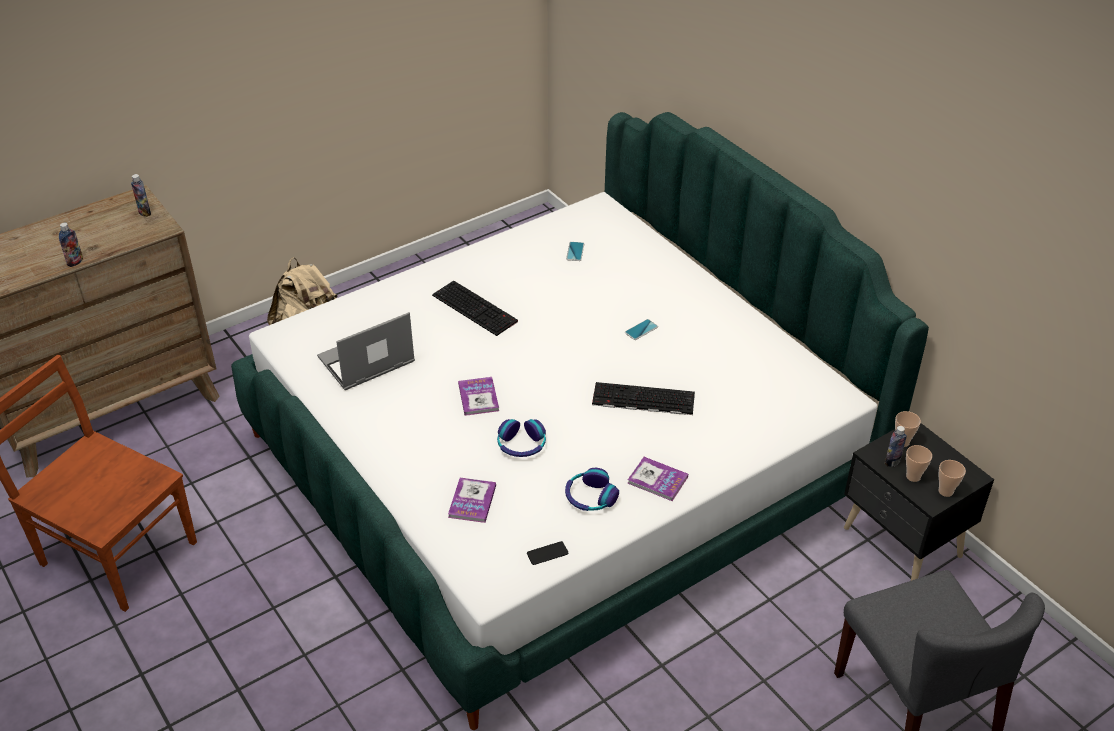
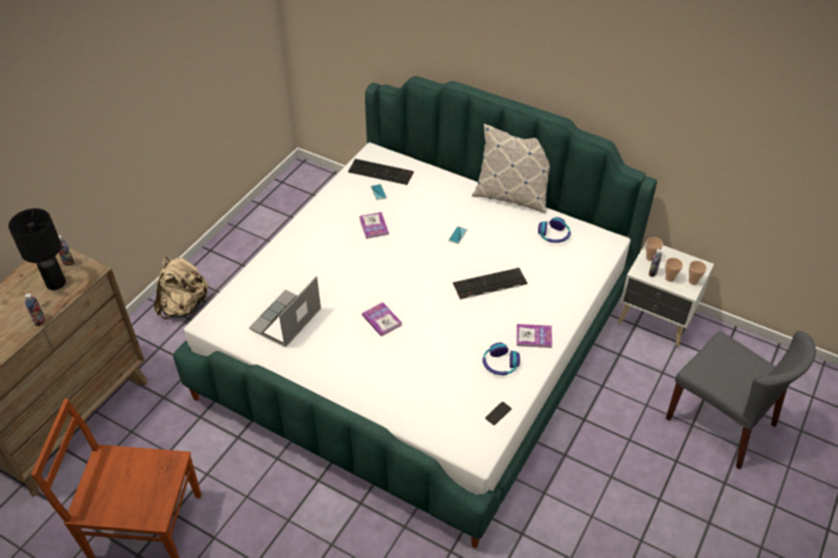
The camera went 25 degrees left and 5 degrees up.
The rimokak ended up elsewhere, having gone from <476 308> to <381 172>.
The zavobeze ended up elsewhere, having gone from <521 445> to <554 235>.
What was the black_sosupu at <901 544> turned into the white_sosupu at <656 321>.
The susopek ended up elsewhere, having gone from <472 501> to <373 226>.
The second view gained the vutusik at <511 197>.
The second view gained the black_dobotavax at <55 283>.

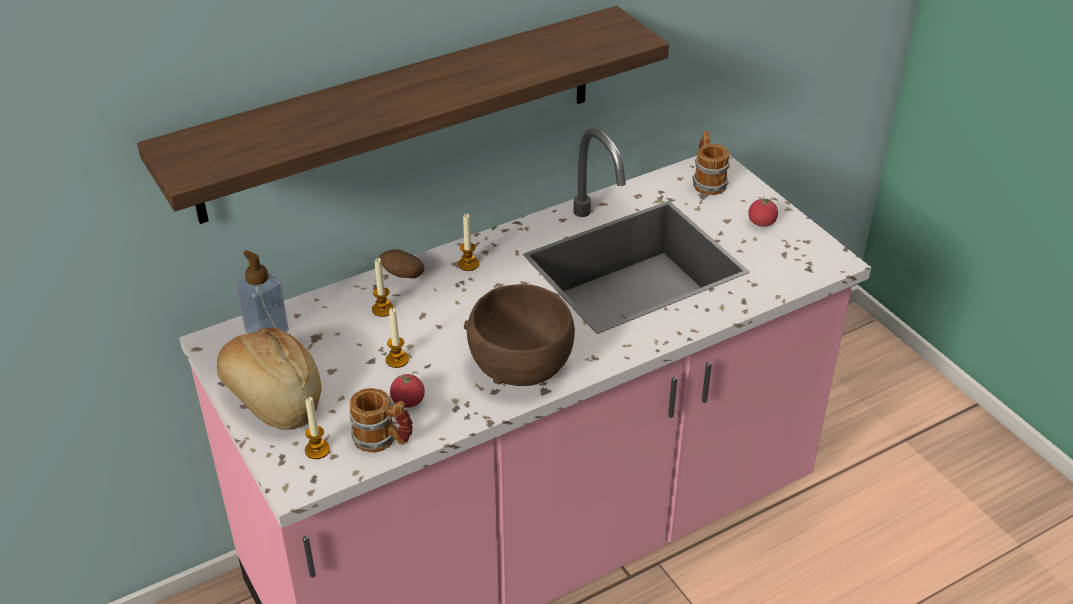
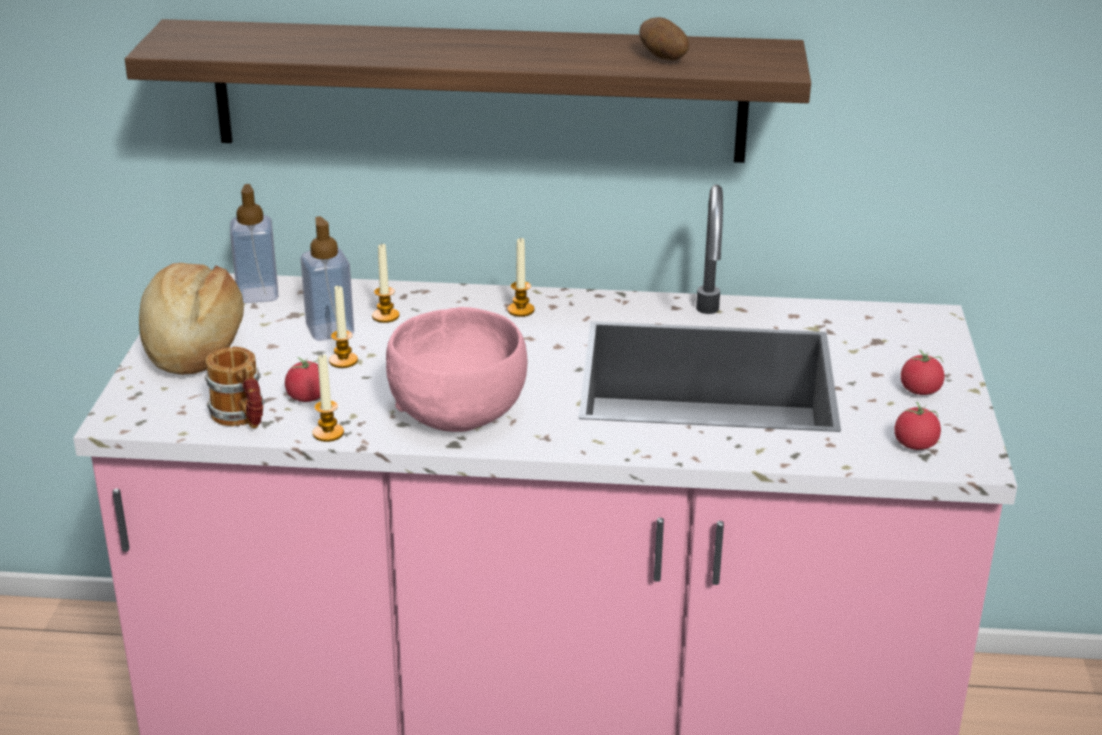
The camera went 35 degrees right and 10 degrees down.
The second view lost the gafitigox at <707 181>.
The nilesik ended up elsewhere, having gone from <402 275> to <662 58>.
What was the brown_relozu at <520 364> turned into the pink_relozu at <459 412>.
The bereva ended up elsewhere, having gone from <317 450> to <328 433>.
The second view gained the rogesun at <330 330>.
The second view gained the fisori at <915 445>.

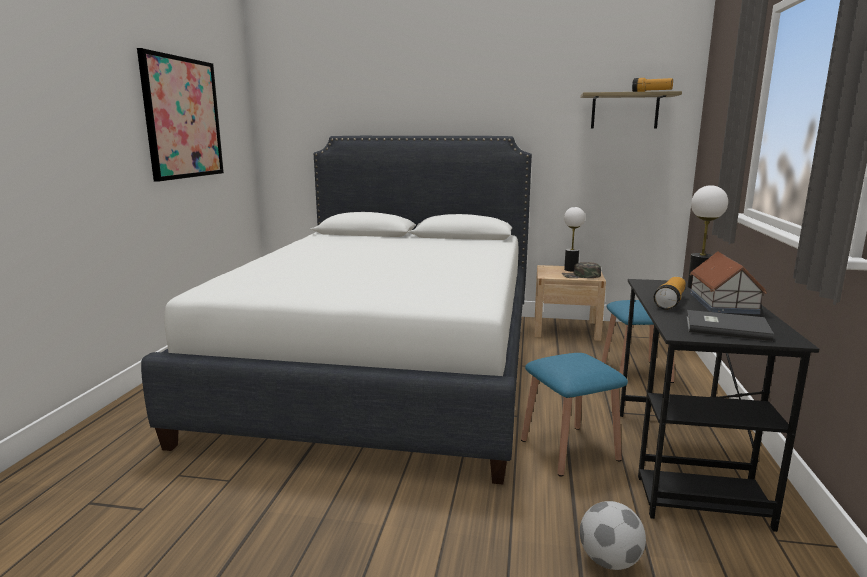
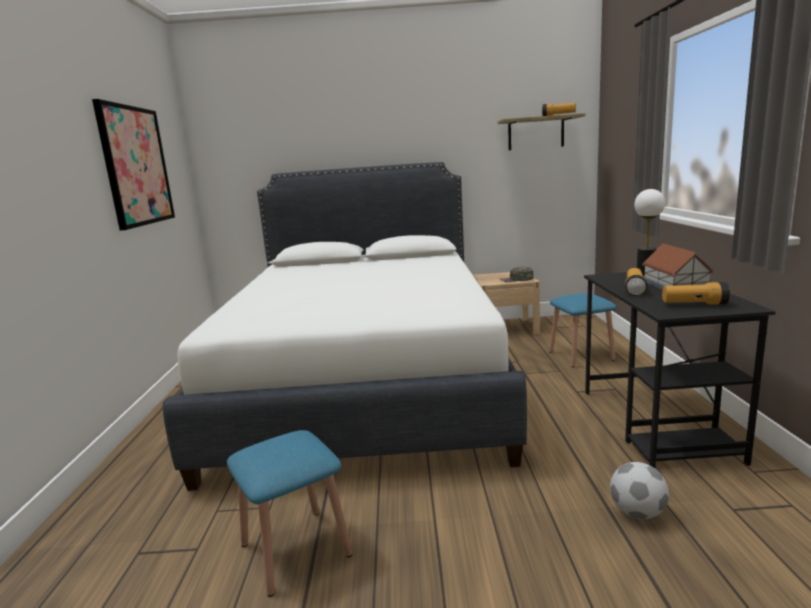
The camera went 10 degrees left and 0 degrees up.
The second view lost the dobotavax at <571 269>.
Where the grey_susopek stood at <725 327>, the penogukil came to stand at <694 304>.
The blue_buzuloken ended up elsewhere, having gone from <569 449> to <295 549>.

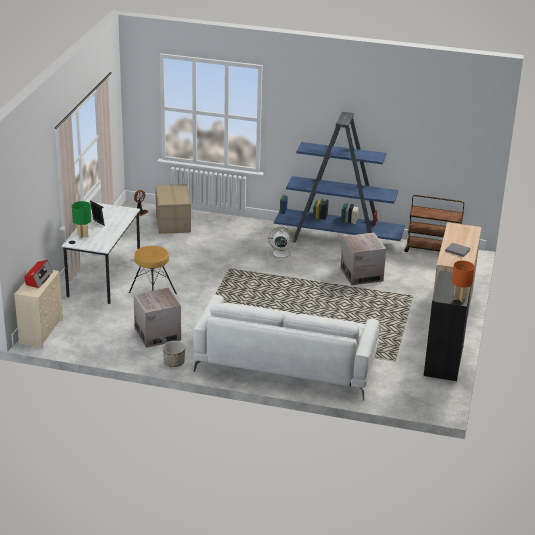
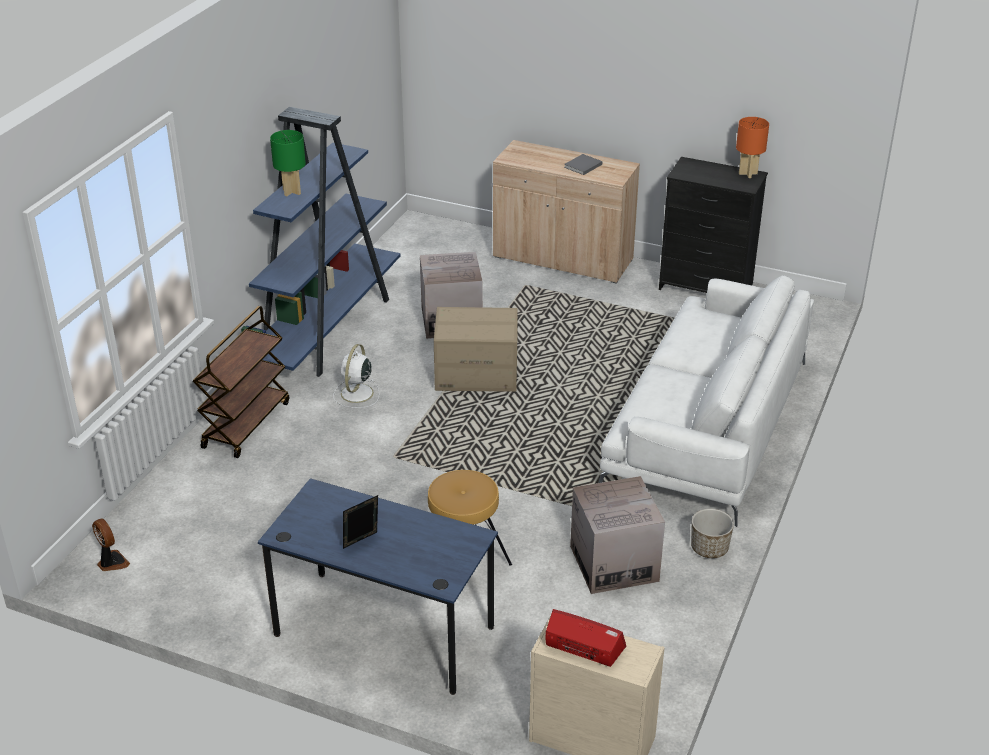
The camera went 80 degrees left and 5 degrees up.
The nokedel ended up elsewhere, having gone from <173 223> to <476 373>.
The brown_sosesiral ended up elsewhere, having gone from <432 250> to <246 424>.
The green_dobotavax ended up elsewhere, having gone from <82 236> to <292 192>.
What was the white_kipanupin at <104 277> turned into the blue_kipanupin at <384 631>.

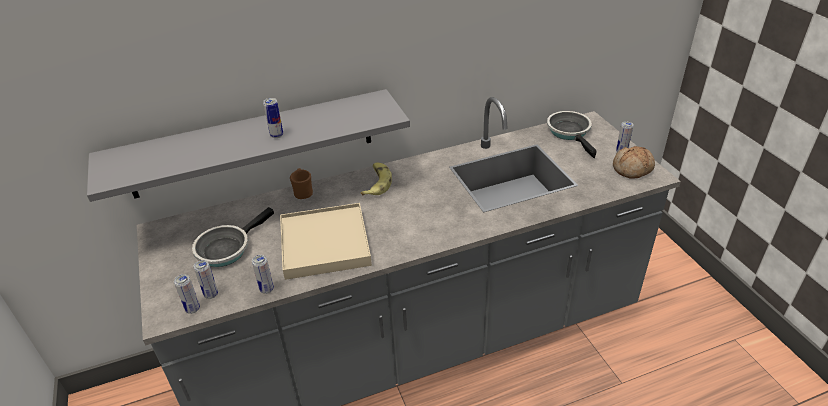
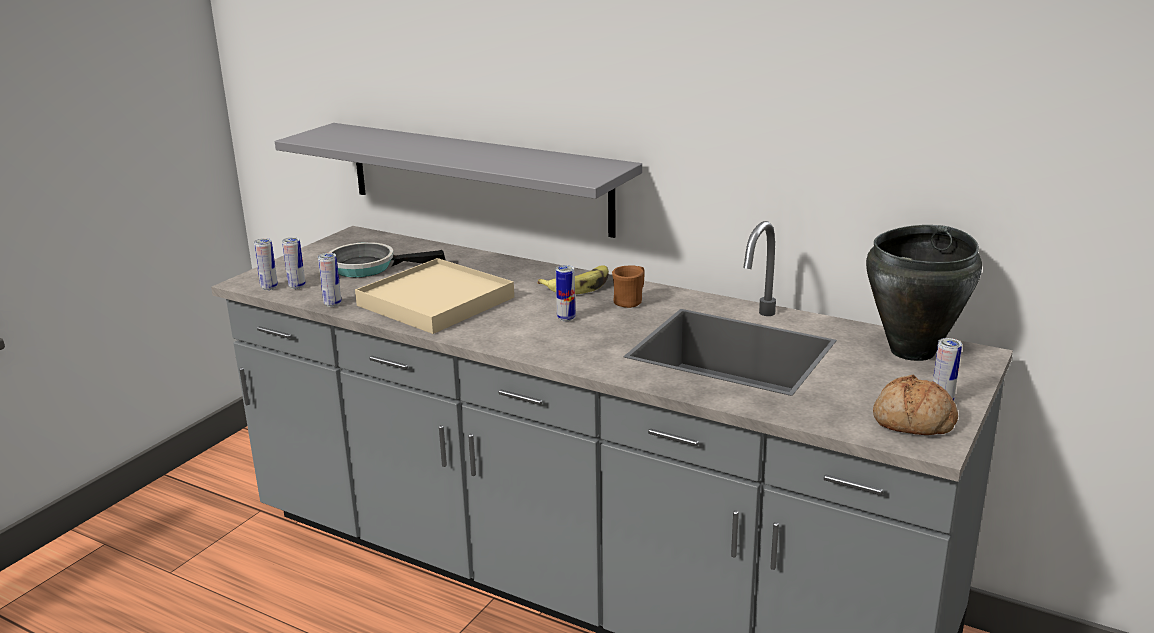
The camera went 50 degrees right and 15 degrees down.
The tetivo ended up elsewhere, having gone from <277 135> to <566 318>.
Where the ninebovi stood at <570 132>, the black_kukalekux came to stand at <913 351>.
The brown_gafitigox ended up elsewhere, having gone from <303 192> to <630 301>.

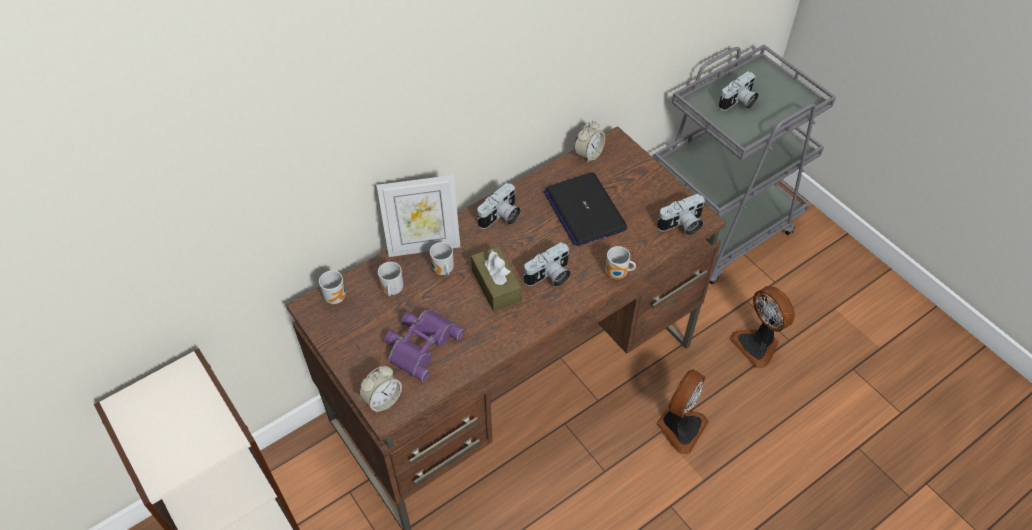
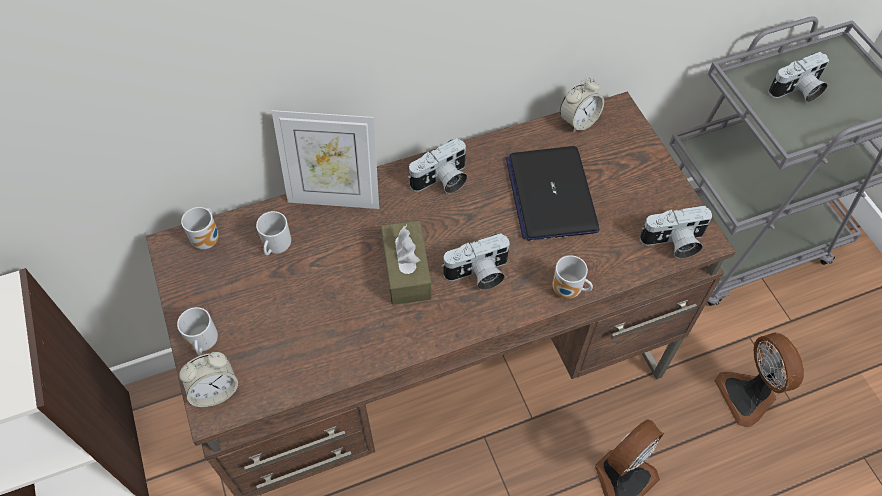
The camera went 15 degrees right and 5 degrees up.
The gafitigox ended up elsewhere, having gone from <442 271> to <202 343>.
The second view lost the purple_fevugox at <420 344>.

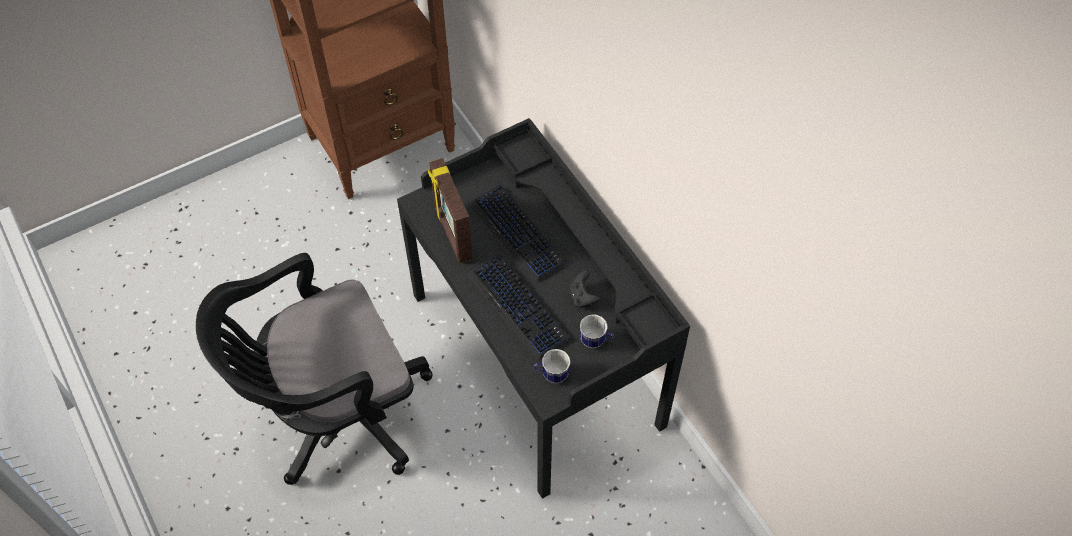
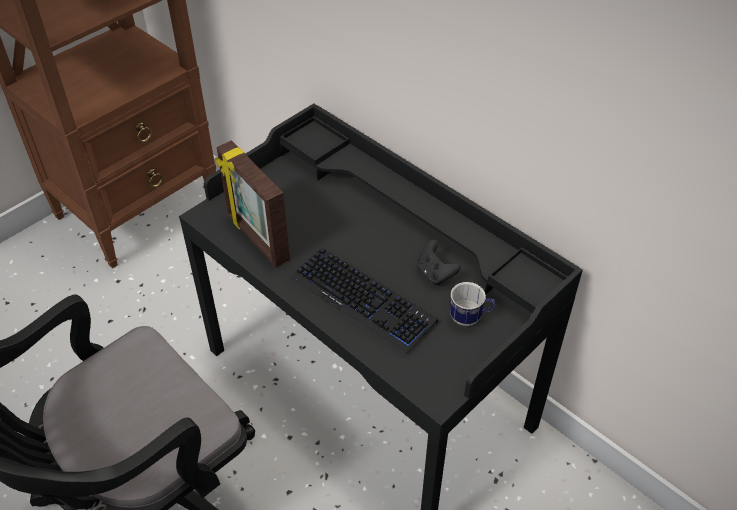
The camera went 15 degrees left and 10 degrees down.
The second view lost the rimokak at <517 233>.
The second view lost the gafitigox at <551 375>.

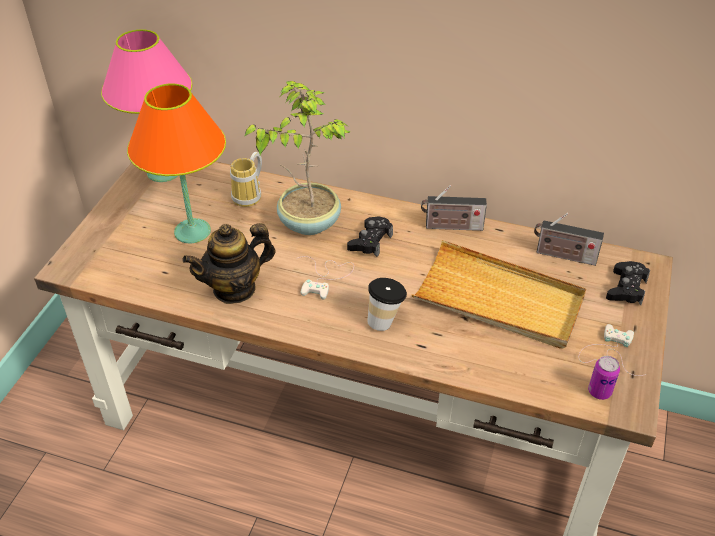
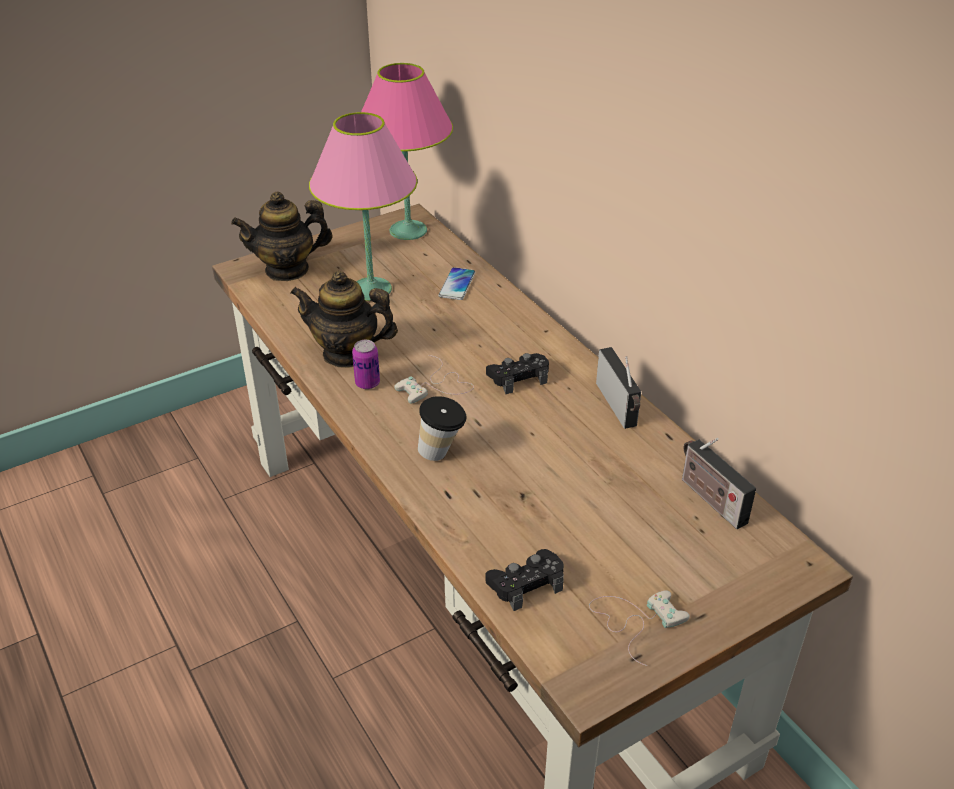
The camera went 40 degrees right and 5 degrees down.
The second view lost the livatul at <308 222>.
What was the orange_dobotavax at <192 231> turned into the pink_dobotavax at <371 289>.
Where the gafitigox stood at <250 196>, the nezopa came to stand at <457 284>.
The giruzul at <451 227> ended up facing another way, 150 degrees counterclockwise from before.
The second view lost the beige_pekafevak at <499 299>.
The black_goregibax ended up elsewhere, having gone from <626 288> to <526 584>.
The tetivo ended up elsewhere, having gone from <599 391> to <367 383>.
The second view gained the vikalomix at <287 269>.

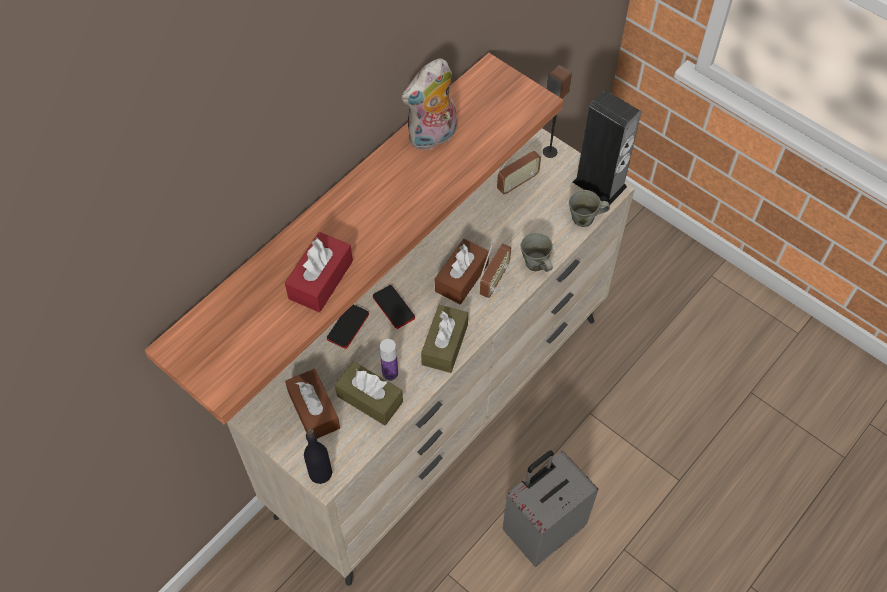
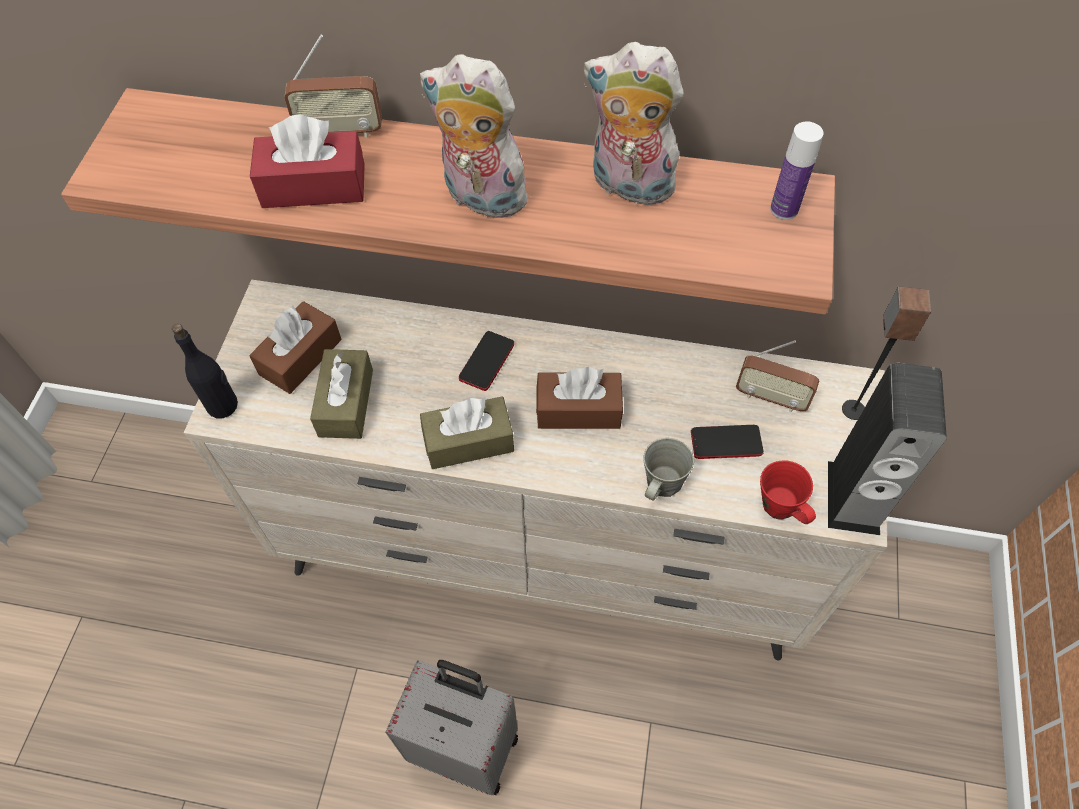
The camera went 60 degrees right and 0 degrees up.
What was the grey_gafitigox at <584 218> turned into the red_gafitigox at <780 506>.
The giruzul ended up elsewhere, having gone from <494 280> to <341 131>.
The nezopa ended up elsewhere, having gone from <348 326> to <726 442>.
The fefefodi ended up elsewhere, having gone from <390 373> to <784 209>.
The second view gained the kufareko at <480 198>.

